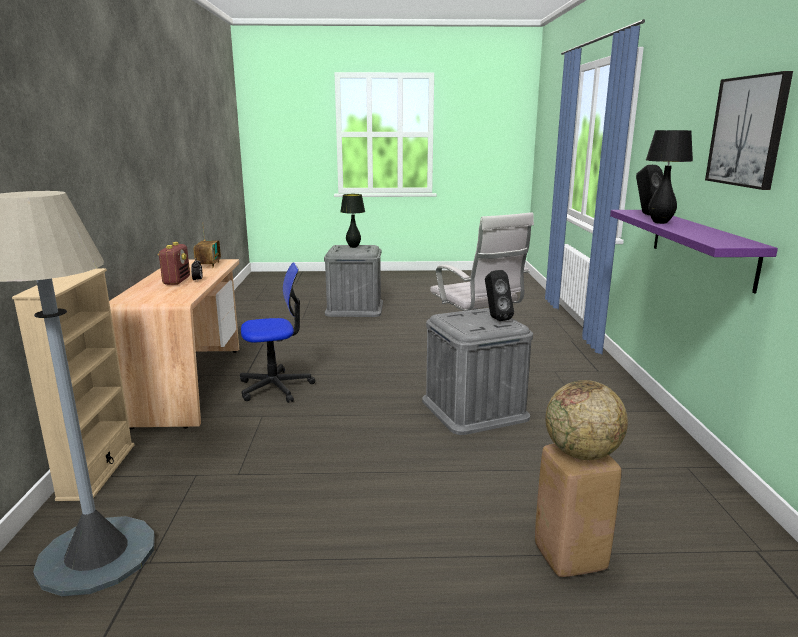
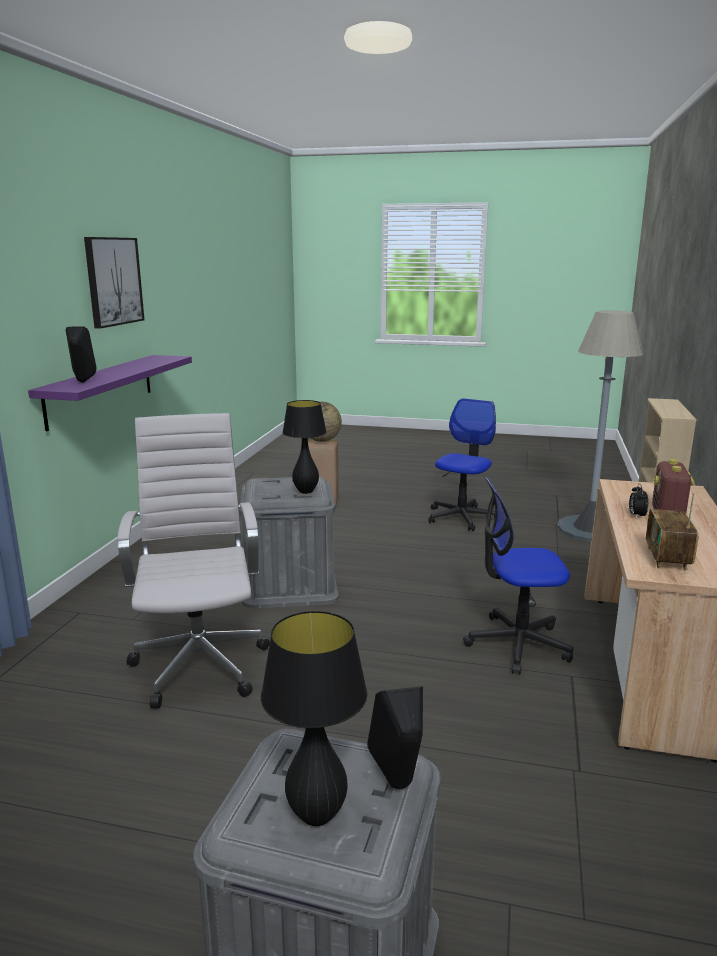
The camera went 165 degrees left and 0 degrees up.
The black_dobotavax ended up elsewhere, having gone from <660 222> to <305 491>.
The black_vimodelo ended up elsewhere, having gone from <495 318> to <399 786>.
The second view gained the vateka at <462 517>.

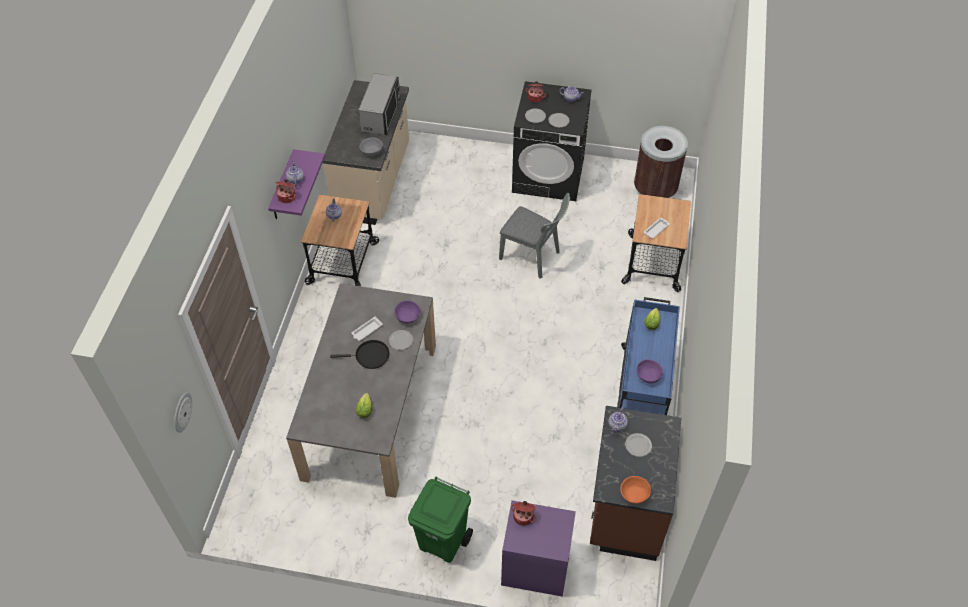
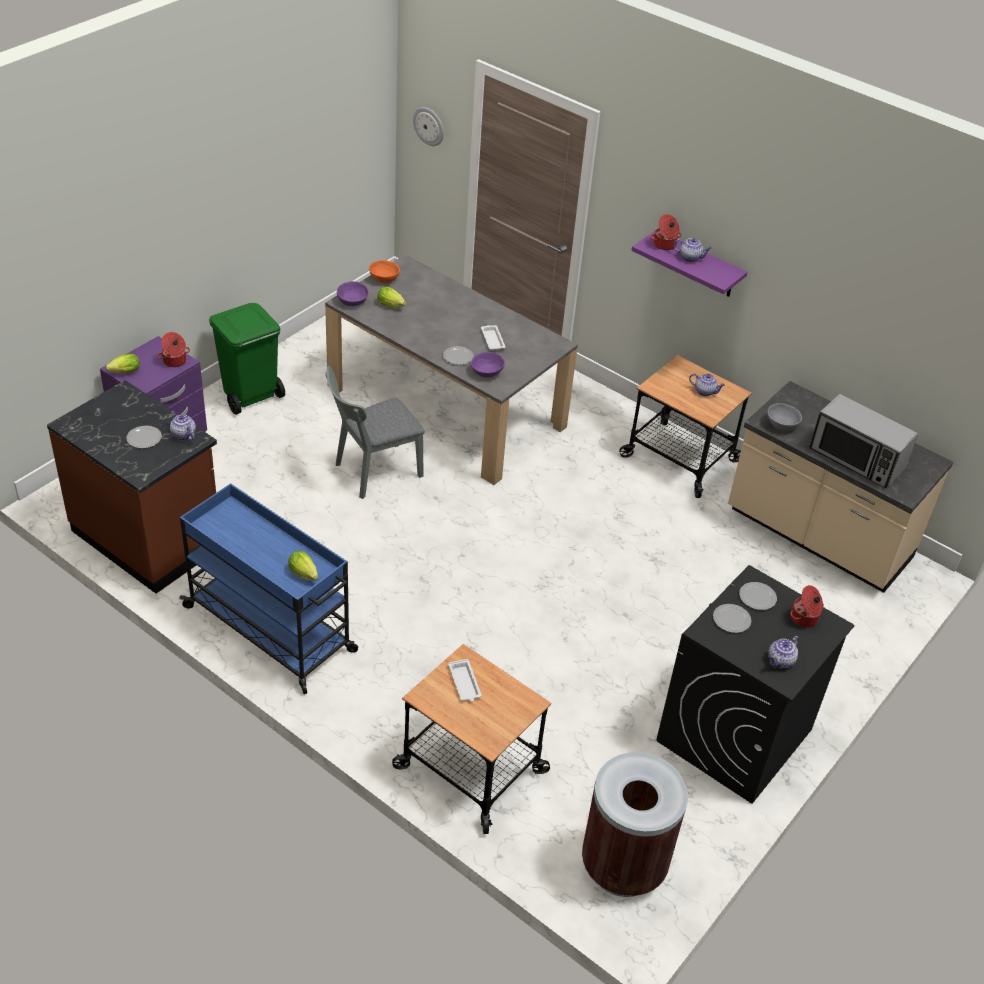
The camera went 115 degrees right and 10 degrees down.
The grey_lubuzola ended up elsewhere, having gone from <533 257> to <372 472>.
The second view lost the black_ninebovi at <369 356>.
The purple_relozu ended up elsewhere, having gone from <648 376> to <352 301>.
The orange_relozu ended up elsewhere, having gone from <634 494> to <384 279>.
The second view gained the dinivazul at <123 372>.

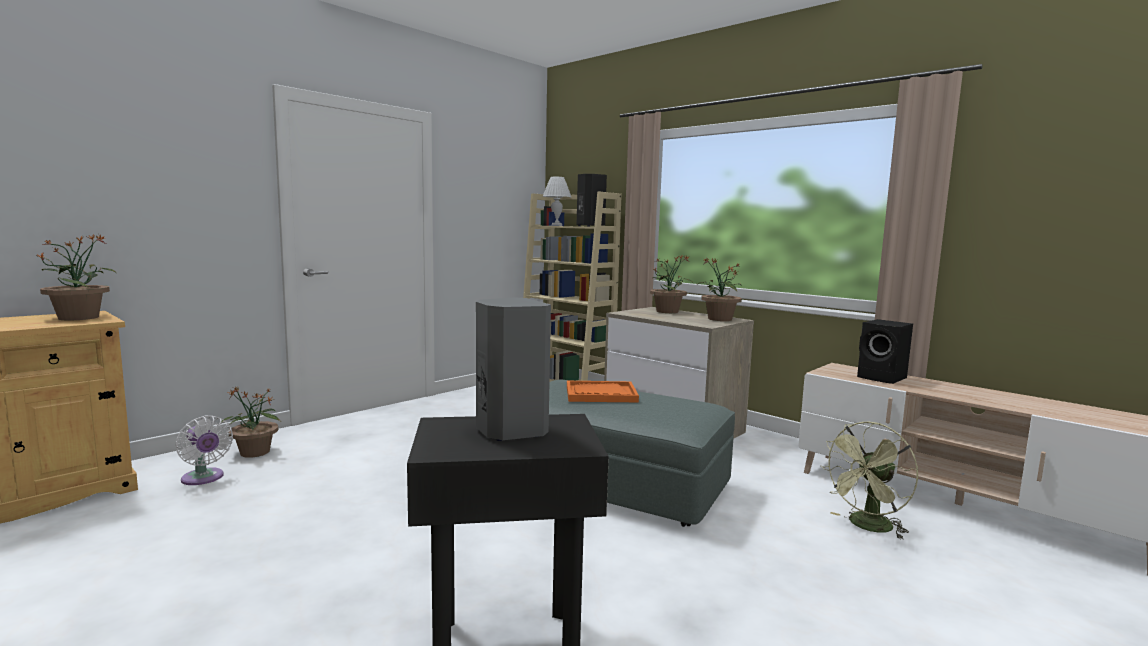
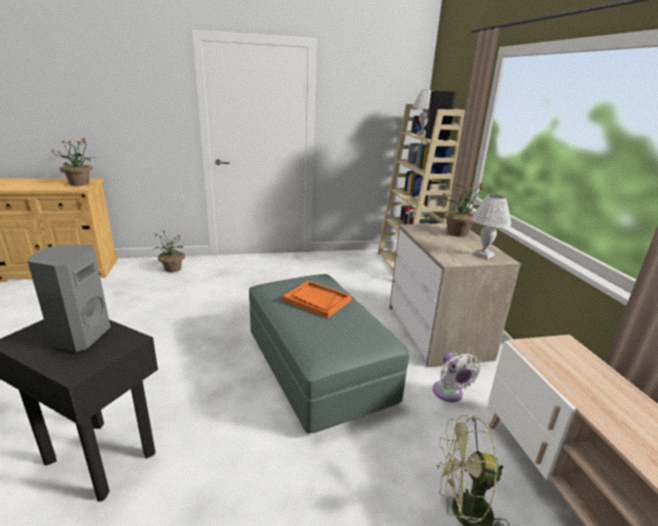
The camera went 35 degrees right and 15 degrees up.
Where the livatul stood at <719 319>, the white_dobotavax came to stand at <483 255>.
The second view lost the black_vimodelo at <883 378>.
The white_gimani ended up elsewhere, having gone from <204 479> to <449 394>.

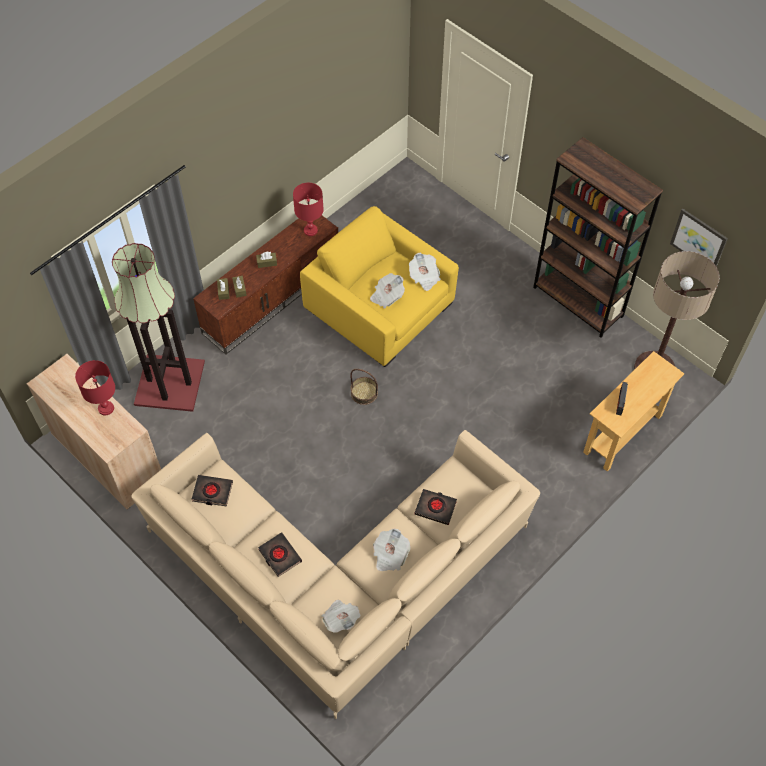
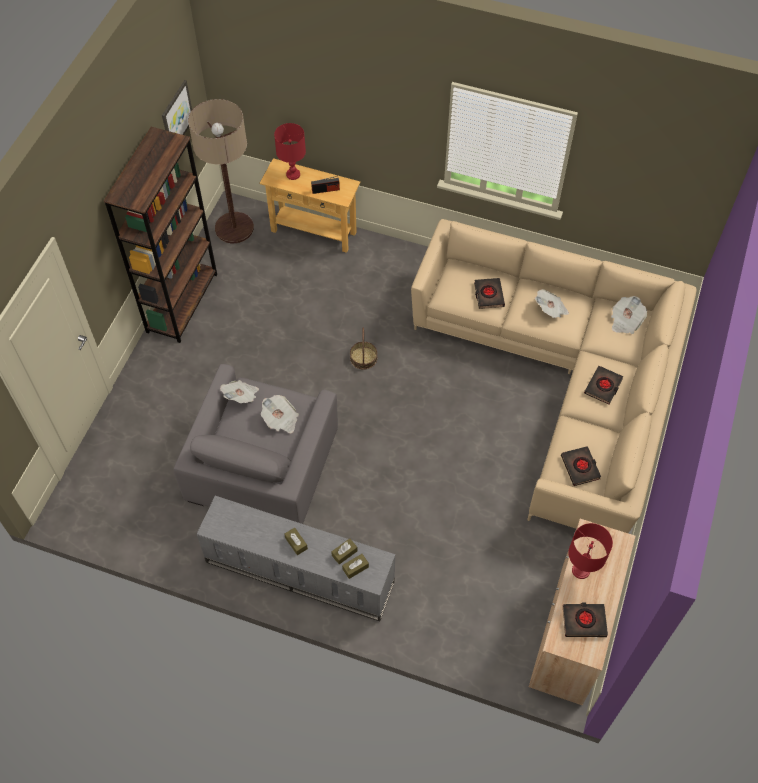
The camera went 115 degrees left and 0 degrees up.
The red_dobotavax ended up elsewhere, having gone from <310 230> to <293 175>.
What was the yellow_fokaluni at <380 306> turned into the grey_fokaluni at <262 464>.
What was the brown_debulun at <272 297> turned into the grey_debulun at <298 573>.
The second view lost the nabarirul at <170 384>.
The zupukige ended up elsewhere, having gone from <364 393> to <363 358>.
The second view gained the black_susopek at <584 621>.

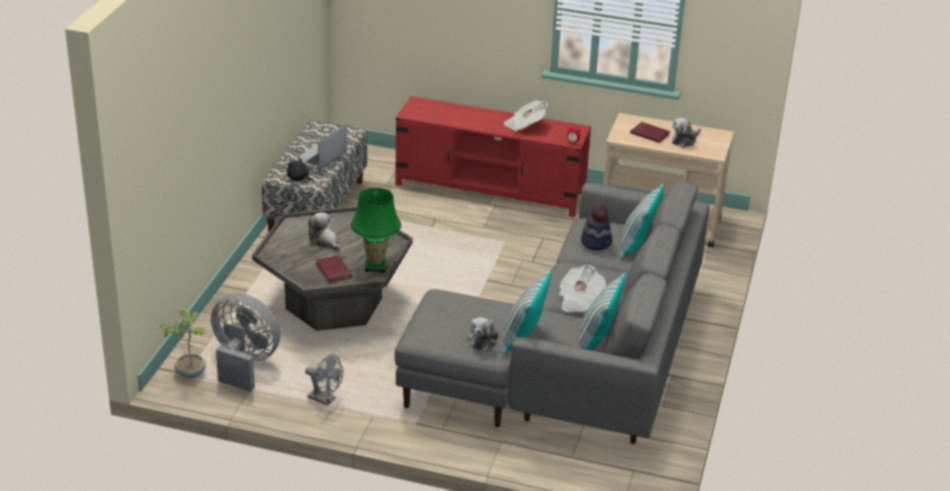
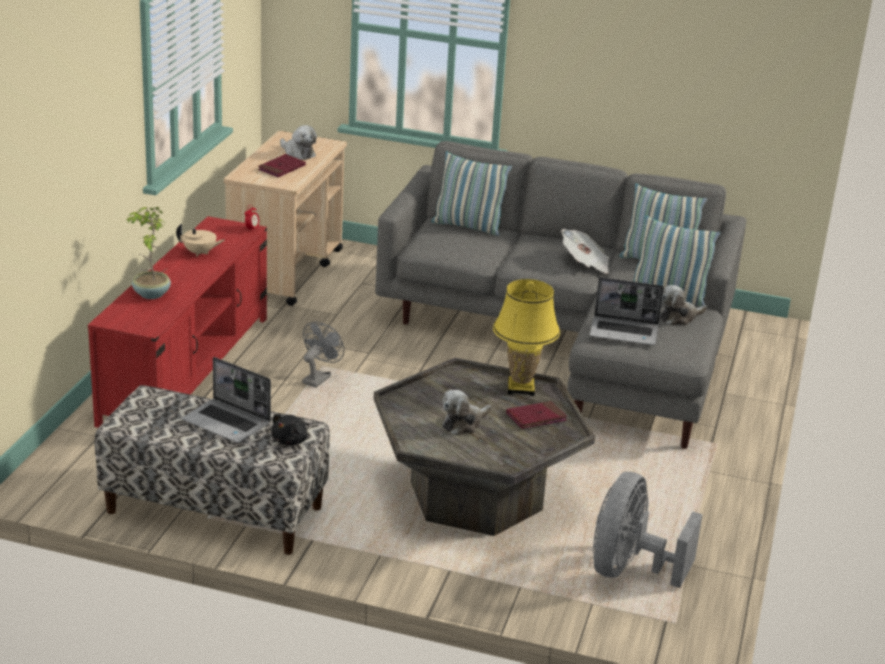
The camera went 90 degrees left and 5 degrees down.
Where the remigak stood at <525 125>, the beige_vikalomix came to stand at <200 253>.
What was the green_dobotavax at <375 266> turned into the yellow_dobotavax at <520 388>.
The second view lost the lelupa at <596 242>.
The livatul ended up elsewhere, having gone from <190 373> to <150 294>.
The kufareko at <483 339> ended up facing another way, 135 degrees clockwise from before.
The grey_gimani ended up elsewhere, having gone from <325 399> to <319 378>.
The second view gained the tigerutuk at <625 332>.

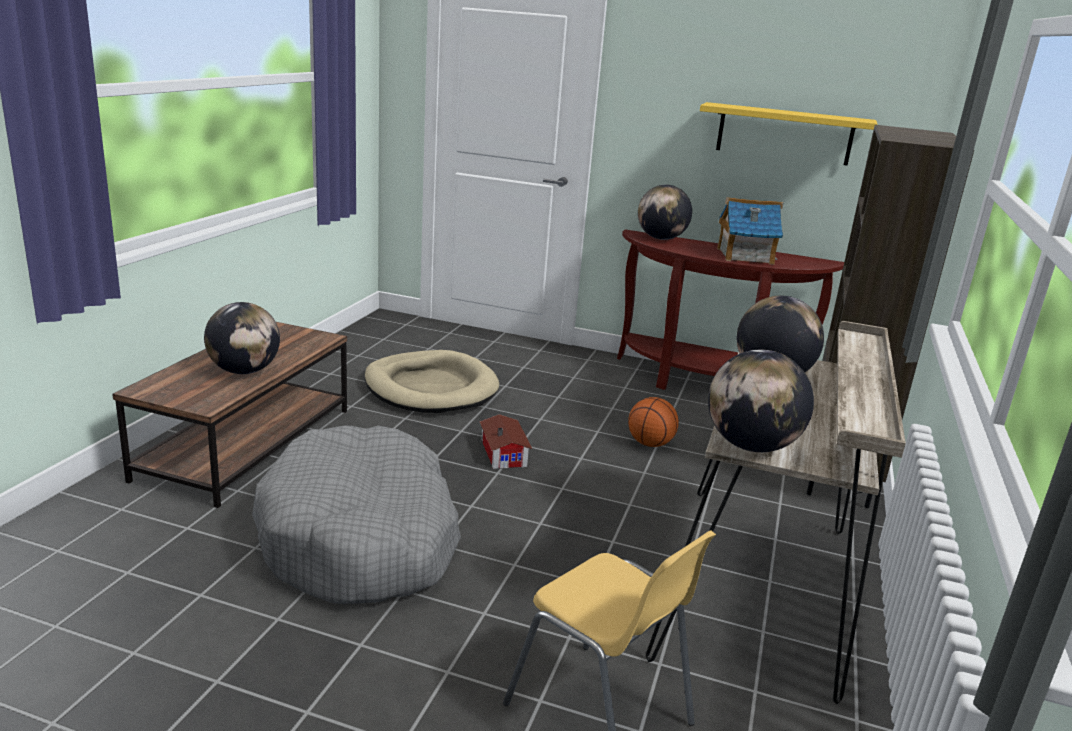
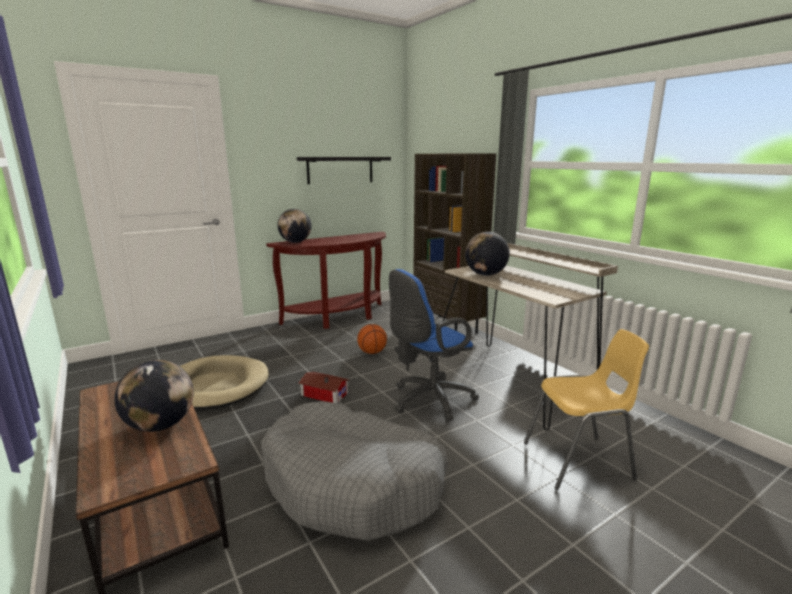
The camera went 50 degrees left and 5 degrees down.
What was the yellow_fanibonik at <784 134> turned into the black_fanibonik at <340 170>.
The second view lost the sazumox at <744 256>.
The second view lost the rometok at <751 446>.
The second view gained the blue_vateka at <428 400>.

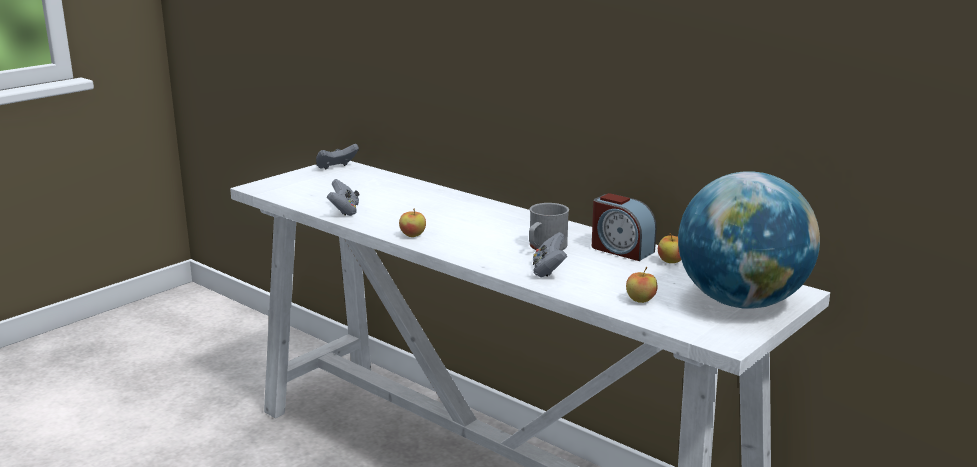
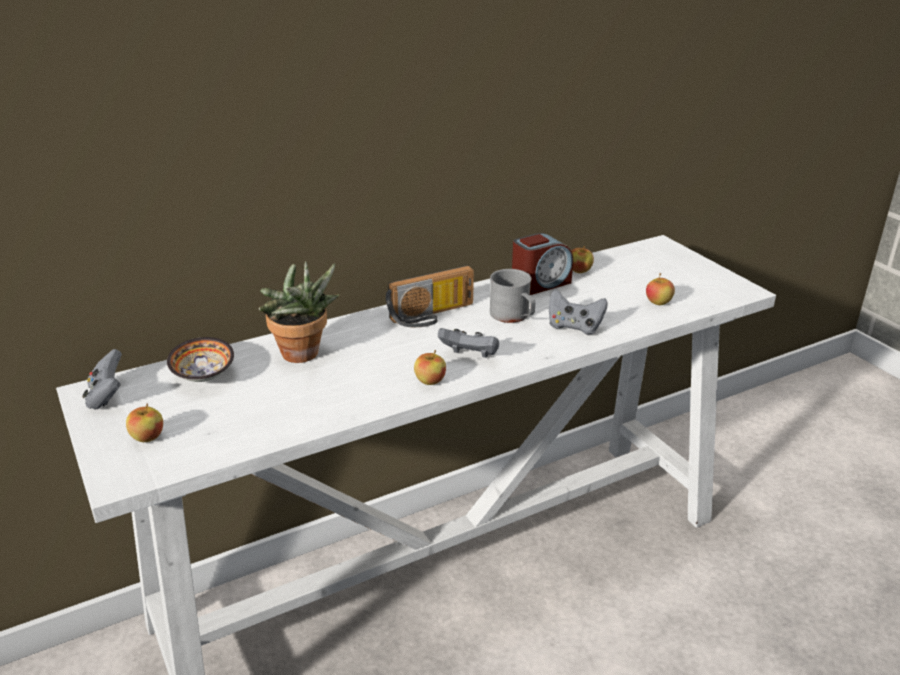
The camera went 70 degrees left and 10 degrees up.
The second view lost the rometok at <742 302>.
The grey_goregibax ended up elsewhere, having gone from <344 211> to <470 356>.
The second view gained the livatul at <303 356>.
The second view gained the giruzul at <432 316>.
The second view gained the relozu at <205 374>.
The second view gained the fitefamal at <147 437>.

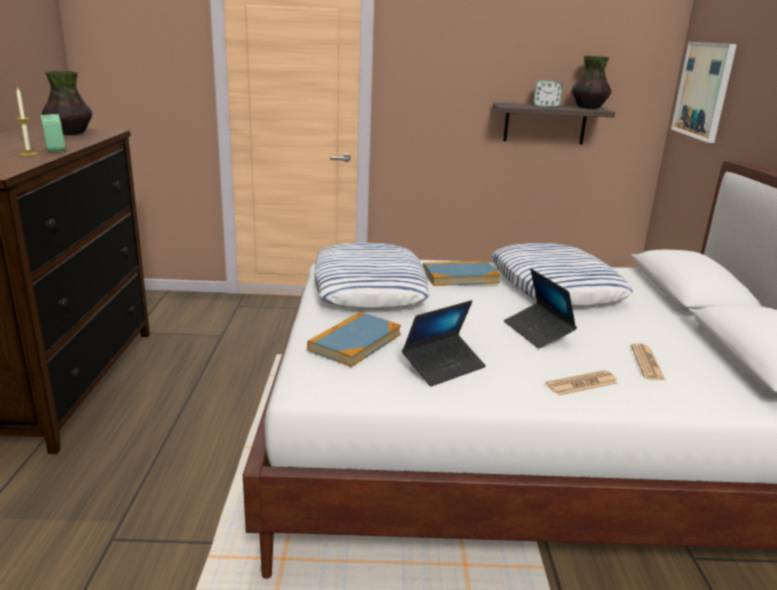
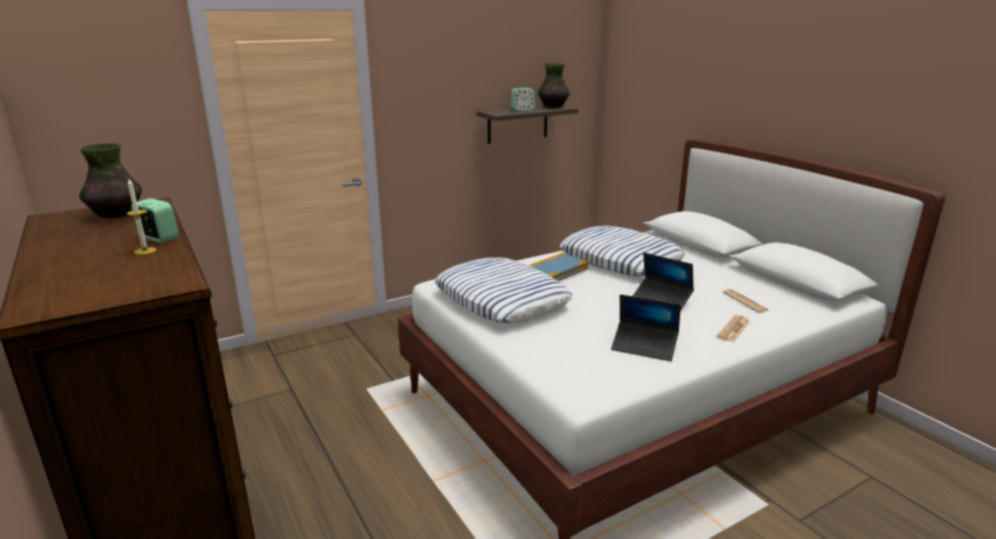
The camera went 30 degrees left and 0 degrees up.
The second view lost the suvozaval at <704 90>.
The tigerutuk at <443 366> ended up facing another way, 90 degrees clockwise from before.
The second view lost the susopek at <355 342>.

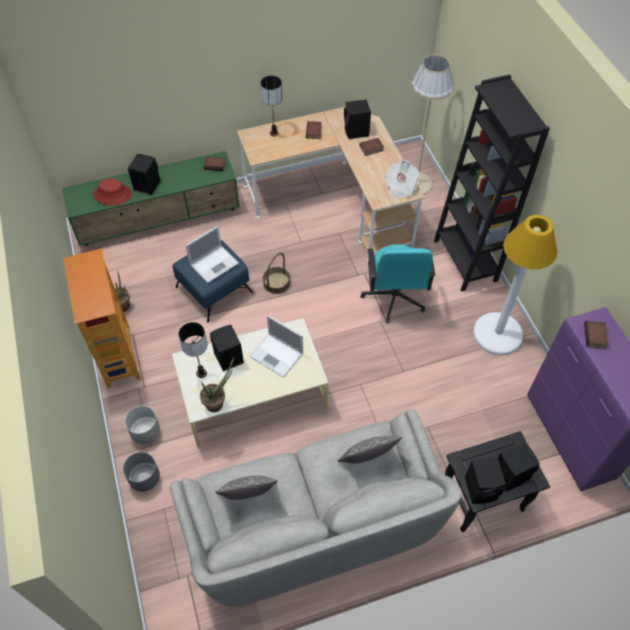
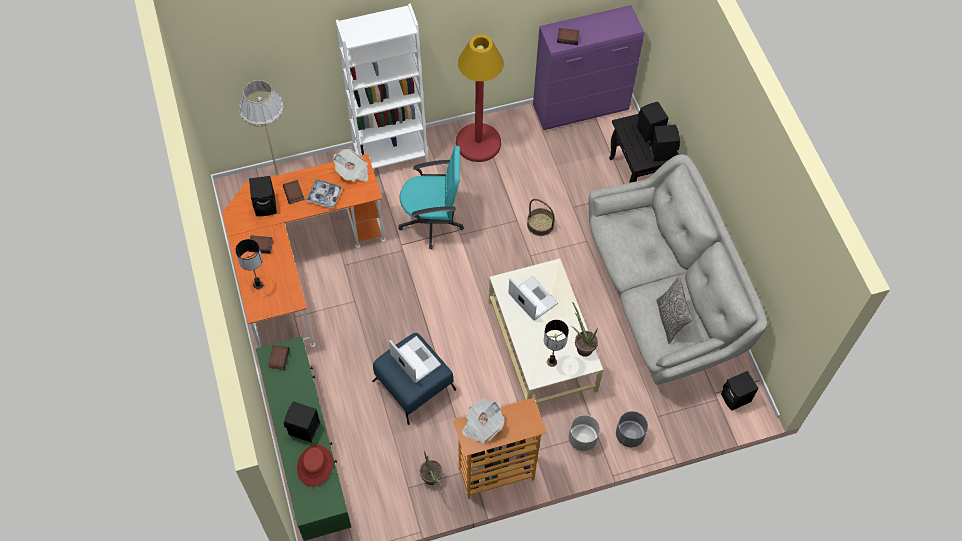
The camera went 90 degrees left and 5 degrees up.
What was the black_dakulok at <465 260> turned into the white_dakulok at <390 157>.
What was the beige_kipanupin at <335 202> turned into the orange_kipanupin at <299 266>.
What was the white_nabarirul at <497 334> turned into the red_nabarirul at <478 143>.
The zupukige ended up elsewhere, having gone from <276 283> to <540 224>.
The tigerutuk at <277 355> ended up facing another way, 75 degrees counterclockwise from before.
The black_vimodelo ended up elsewhere, having gone from <227 358> to <736 398>.
The second view lost the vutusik at <367 459>.
The second view gained the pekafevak at <324 196>.
The second view gained the remigak at <482 425>.

